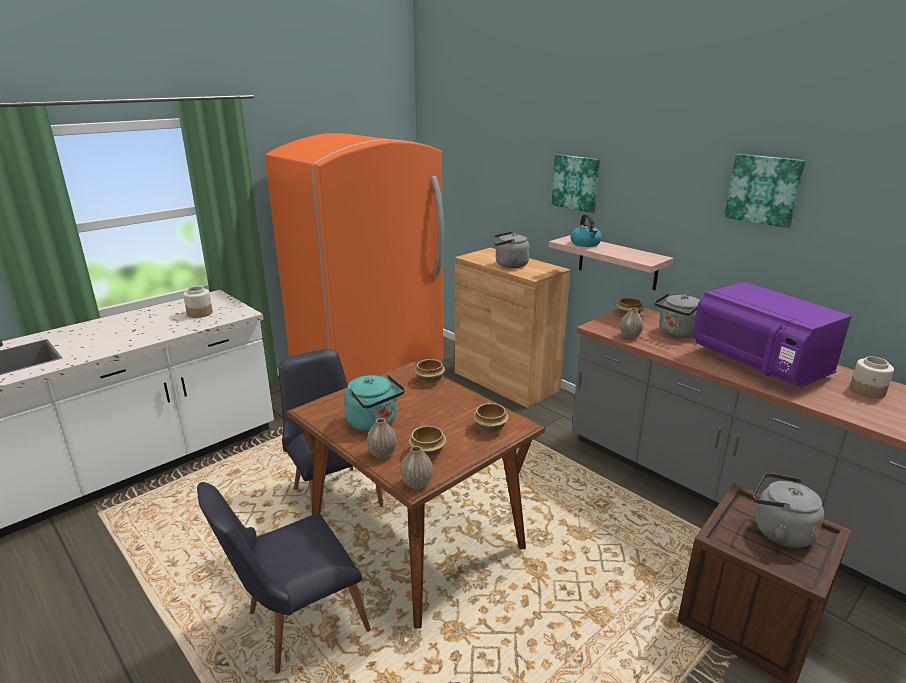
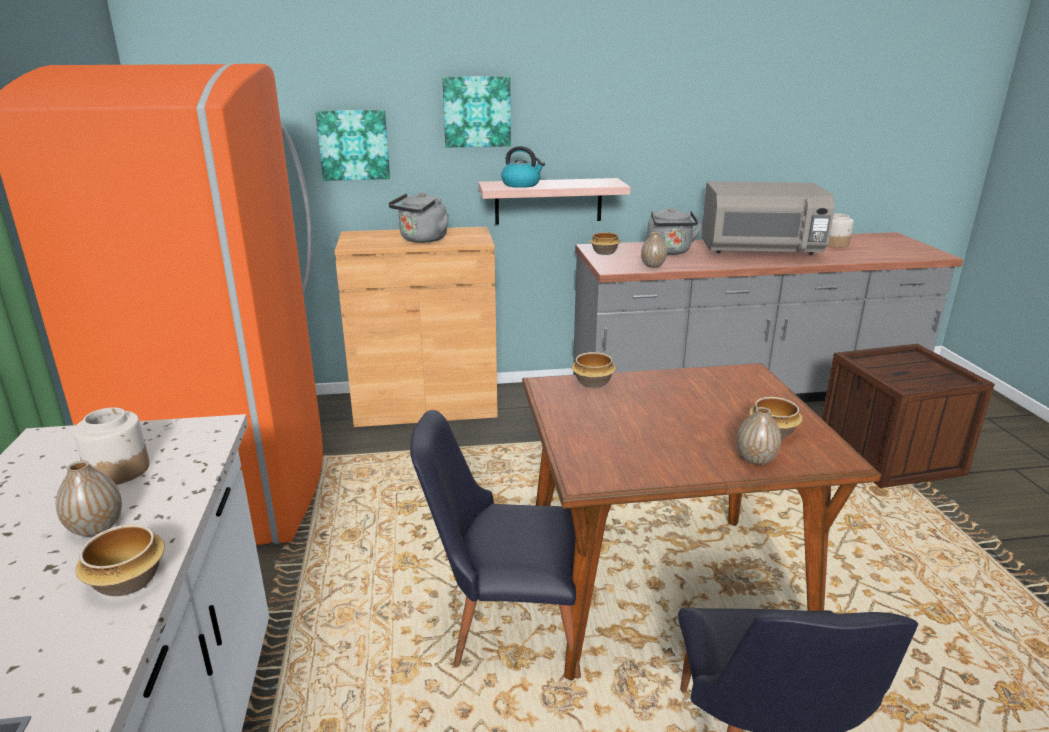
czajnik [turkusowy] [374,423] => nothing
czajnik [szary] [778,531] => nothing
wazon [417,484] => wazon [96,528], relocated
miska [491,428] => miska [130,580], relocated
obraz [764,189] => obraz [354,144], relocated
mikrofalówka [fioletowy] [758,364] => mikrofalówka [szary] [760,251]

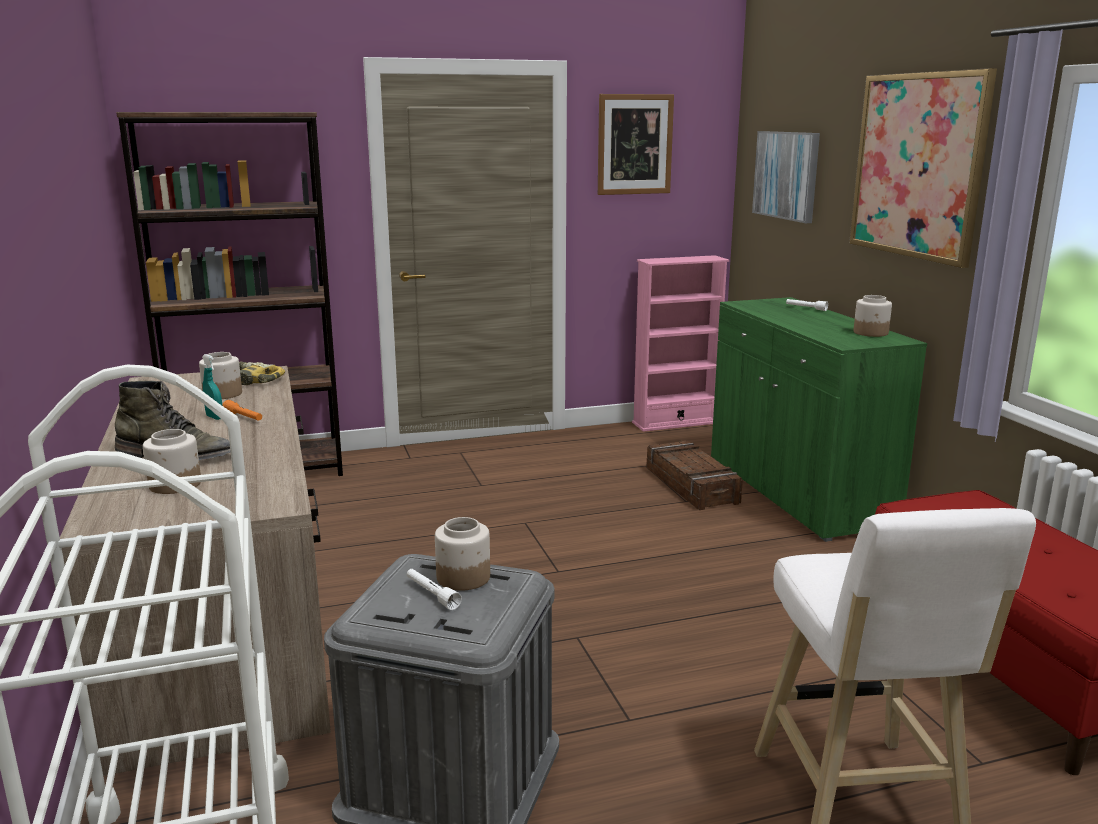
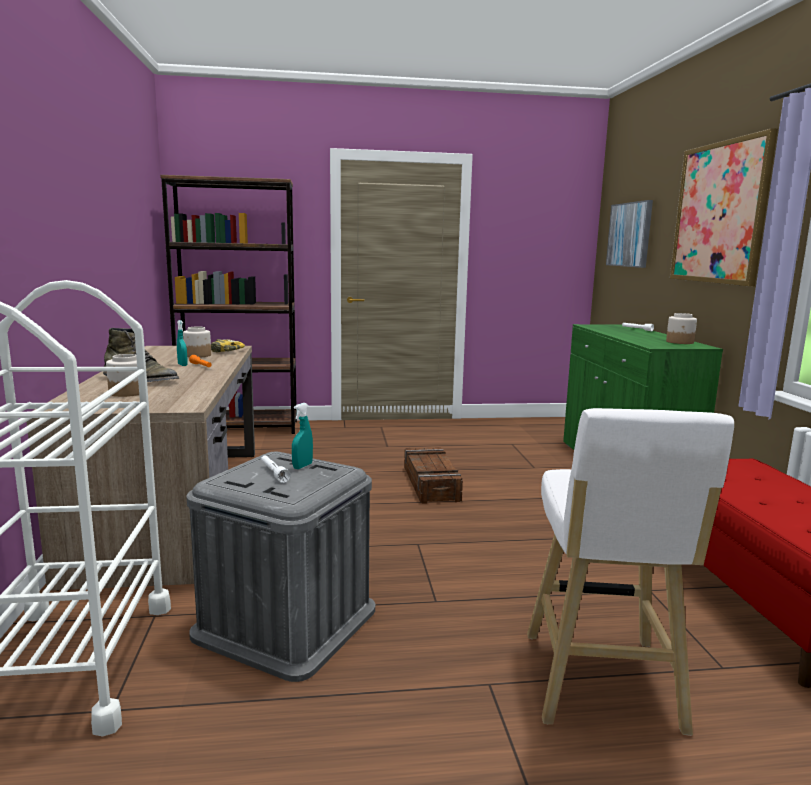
obraz [634,144] => nothing
regał [różowy] [675,423] => nothing
skrzynka [692,485] => skrzynka [431,483], relocated
słoik [462,578] => spryskiwacz [turkusowy] [302,466]

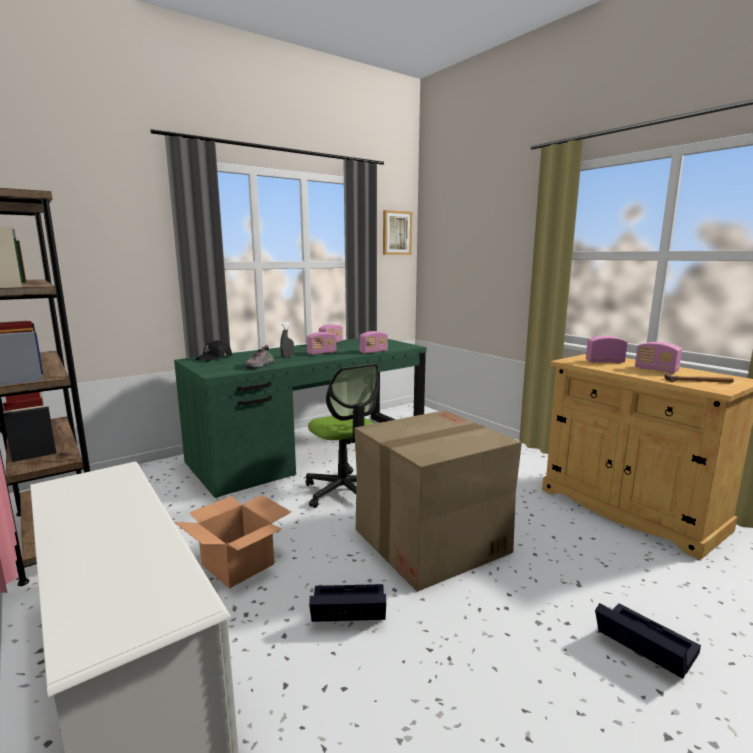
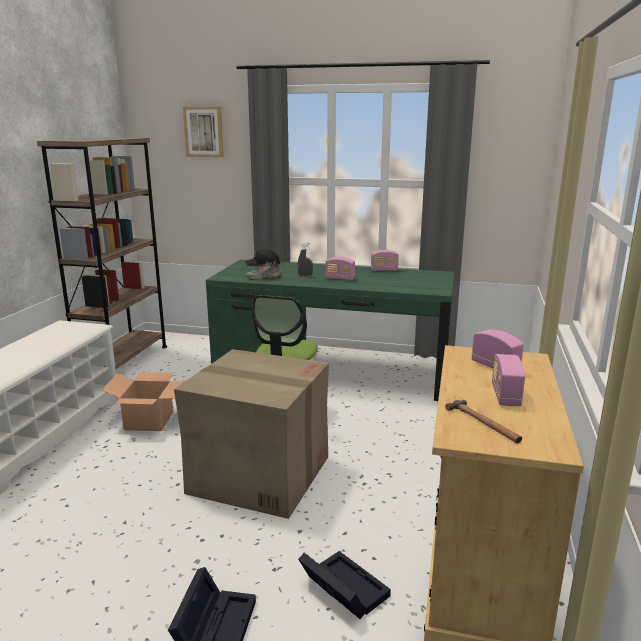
radio [373,352] => nothing
pojemnik do przechowywania [czarny] [346,611] => pojemnik do przechowywania [czarny] [341,589], relocated
obraz [396,233] => obraz [204,132], relocated

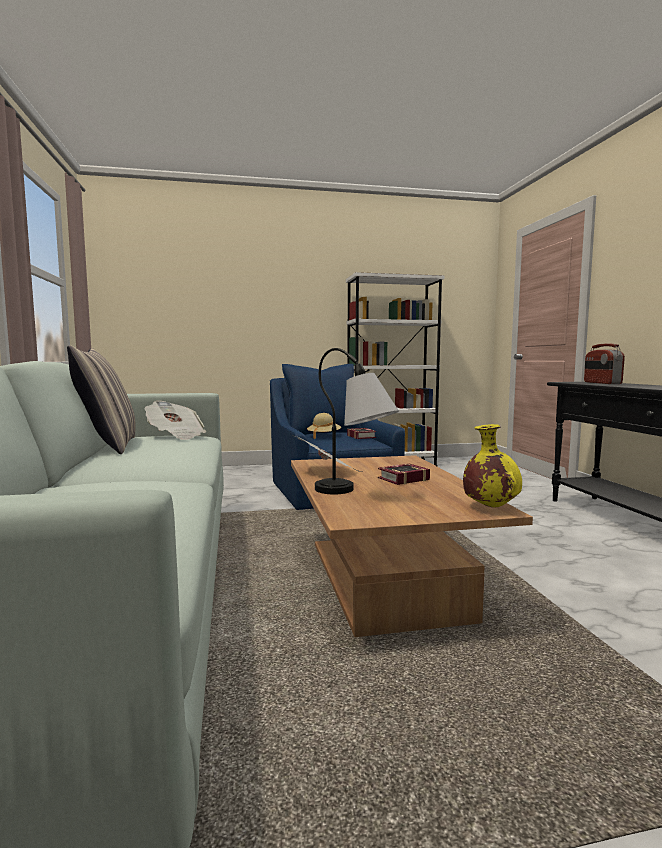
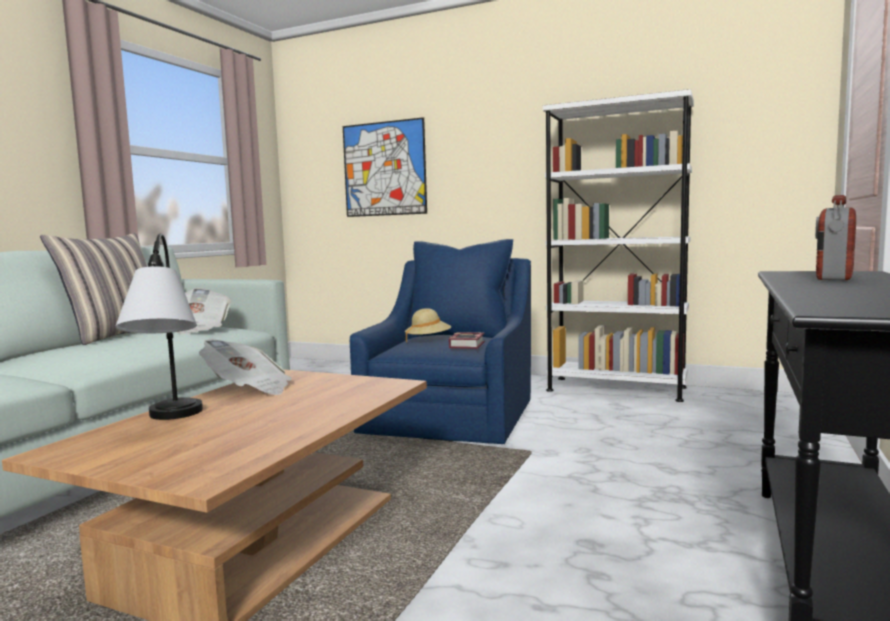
książka [401,479] => nothing
wazon [żółty] [490,507] => nothing
nothing => obraz [384,169]

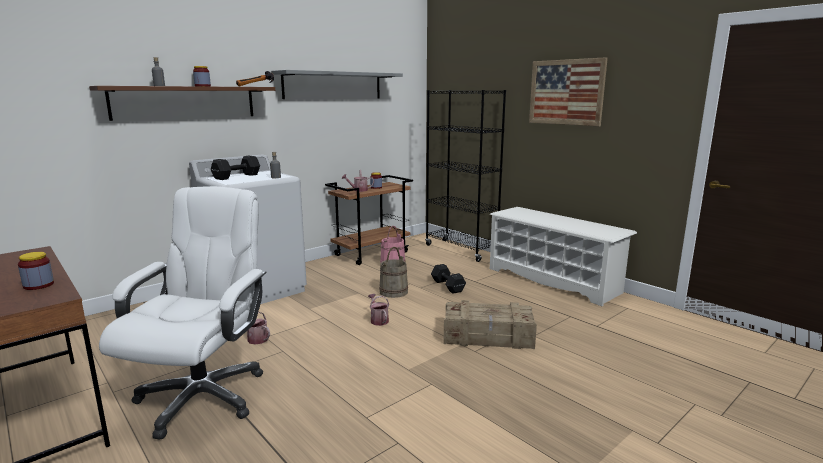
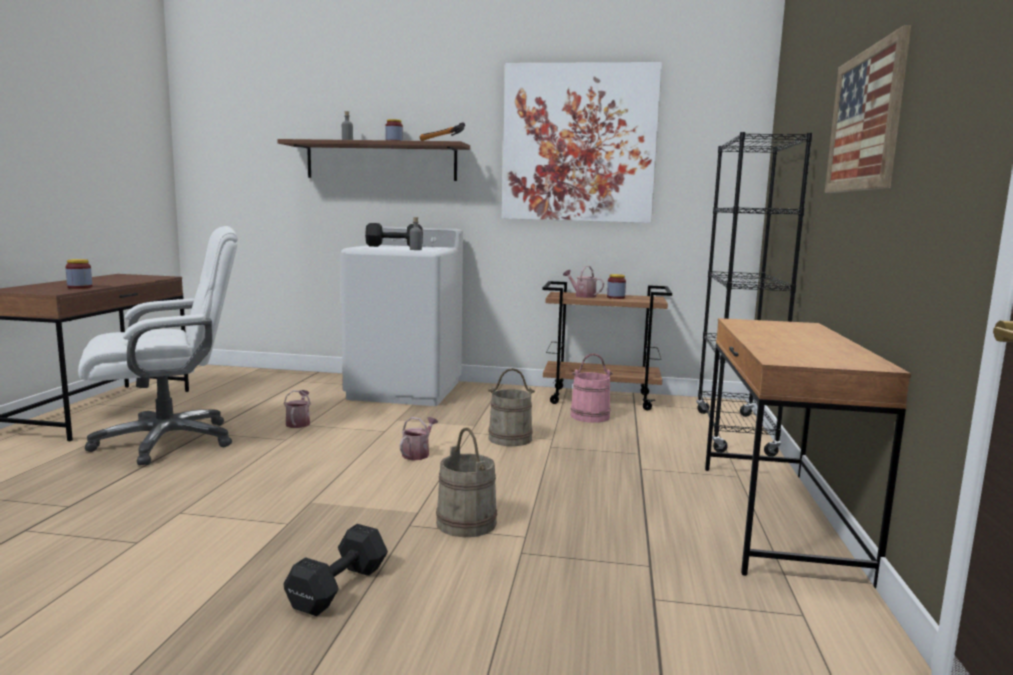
hantel [czarny] [448,286] => hantel [czarny] [336,588], relocated
półka [szary] [333,85] => obraz [579,143]
skrzynka [488,337] => wiadro [beżowy] [467,523]
regał na buty [biały] [553,280] => biurko [brązowy] [776,519]

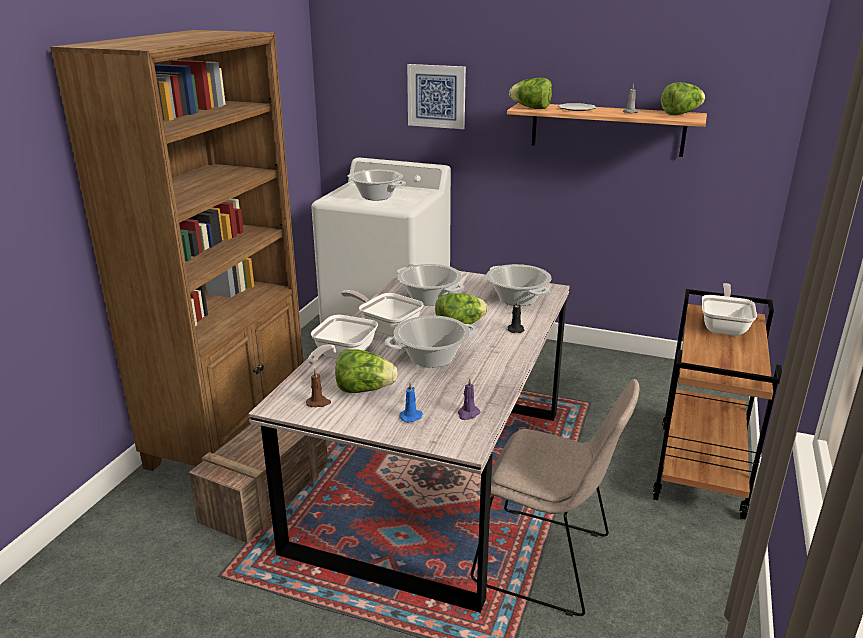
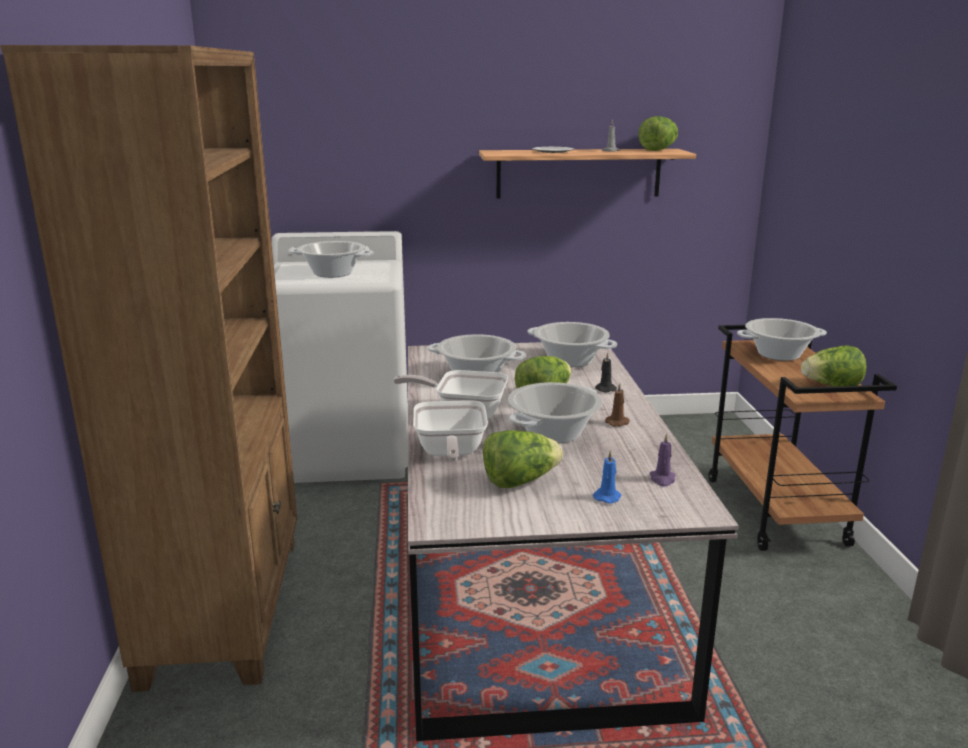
skrzynka [267,492] => nothing
obraz [436,96] => nothing
krzesło [beżowy] [547,561] => nothing
świeca [brązowy] [318,403] => świeca [brązowy] [618,422], relocated
sałata [531,108] => sałata [831,386], relocated
patelnia [724,327] => garnek [778,354]

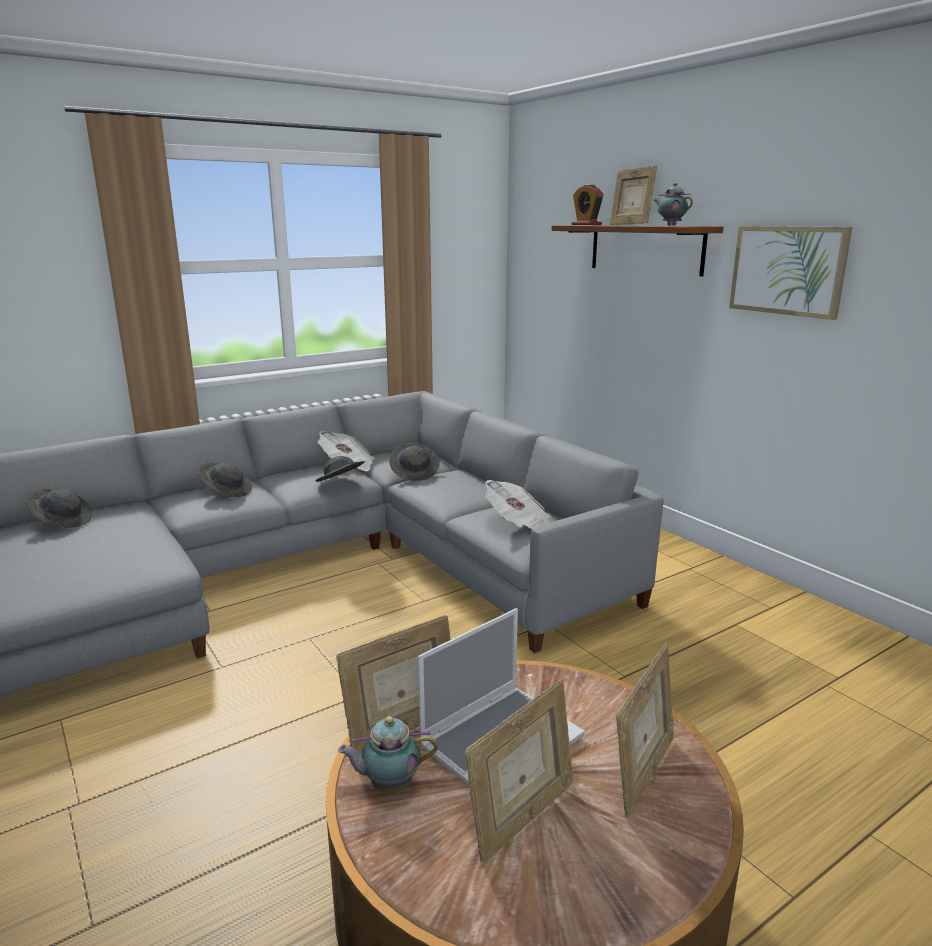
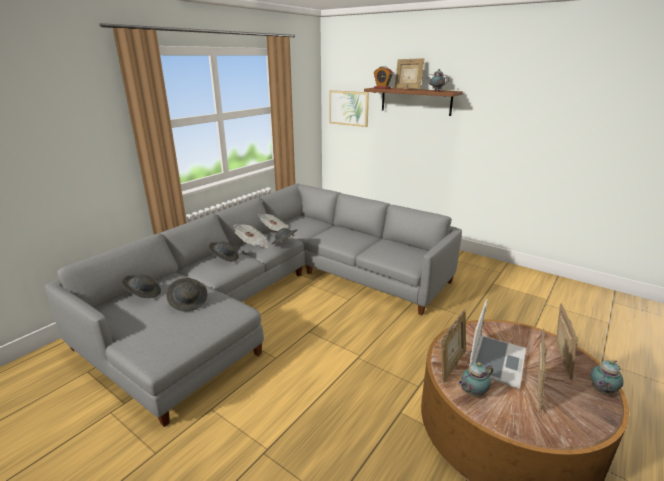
nothing => imbryk [600,391]
kapelusz [szary] [415,473] => kapelusz [szary] [188,302], relocated
gazeta [518,524] => gazeta [252,244], relocated
obraz [787,270] => obraz [349,108], relocated

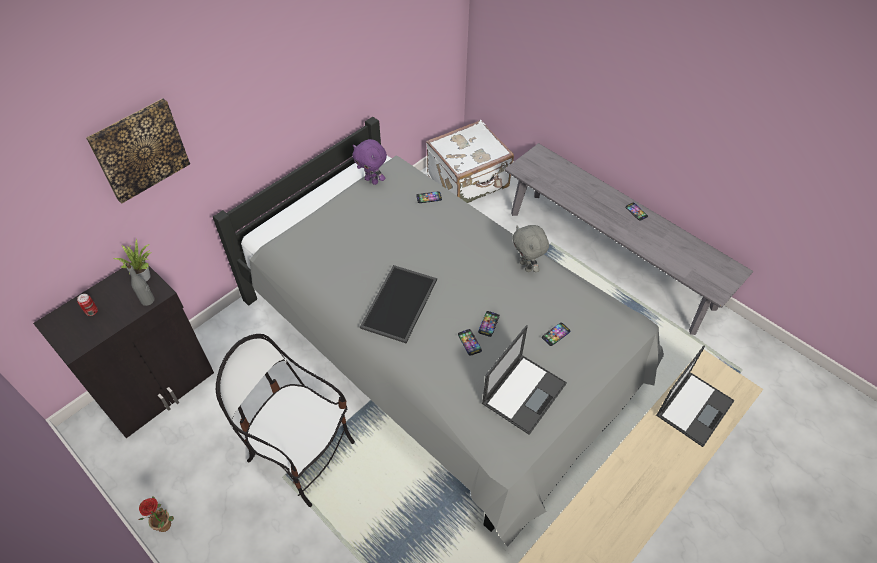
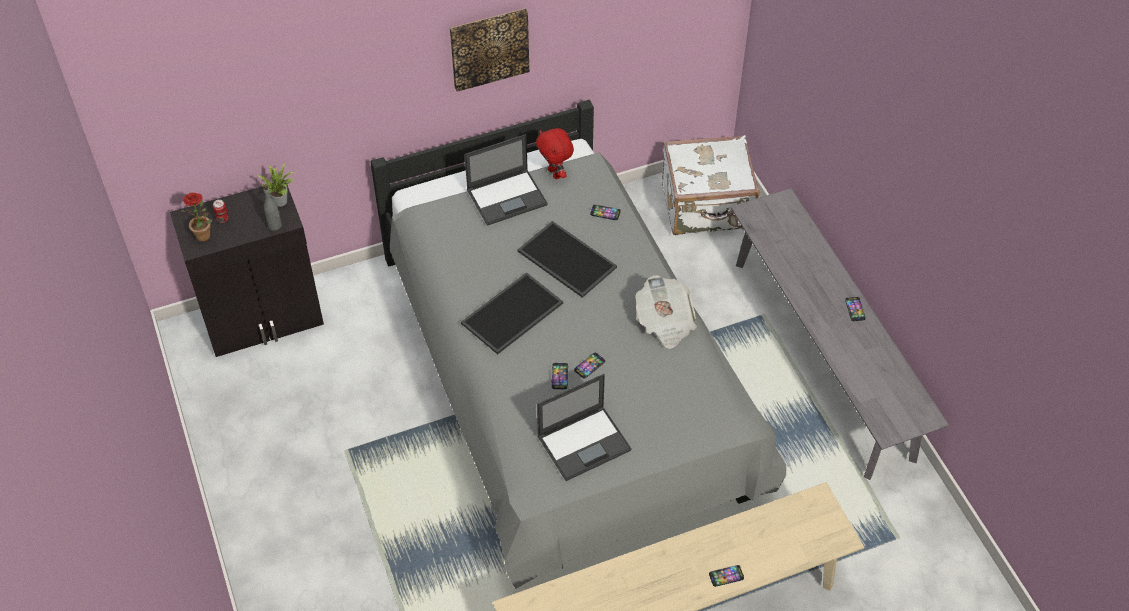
krzesło [301,455] => nothing
nothing => taca [565,259]
obraz [139,150] => obraz [489,48], relocated
roślina doniczkowa [167,525] => roślina doniczkowa [206,237], relocated
telefon [556,334] => telefon [726,576], relocated
laptop [694,407] => laptop [507,197], relocated
pluszak [szary] [526,266] => gazeta [665,322]
pluszak [fioletowy] [372,180] => pluszak [czerwony] [555,173]

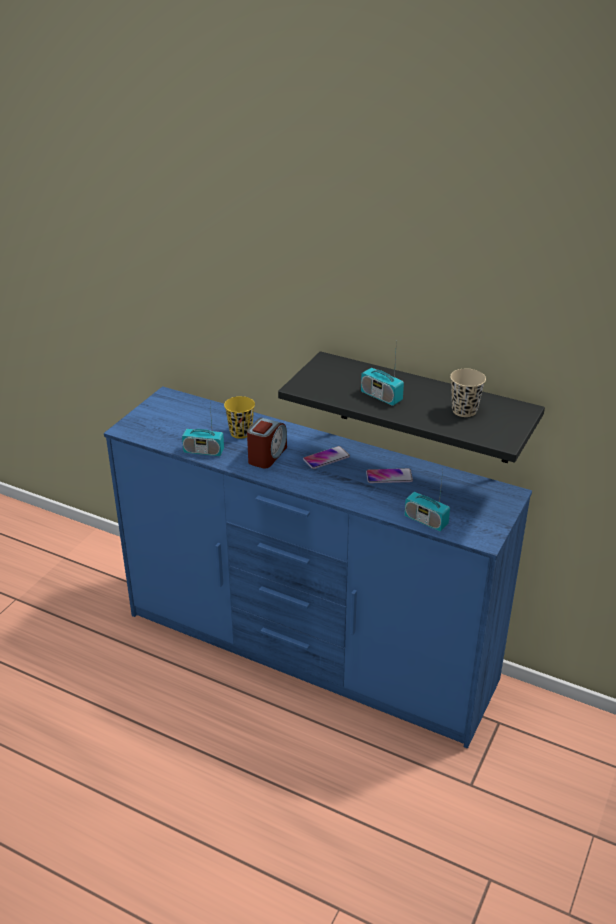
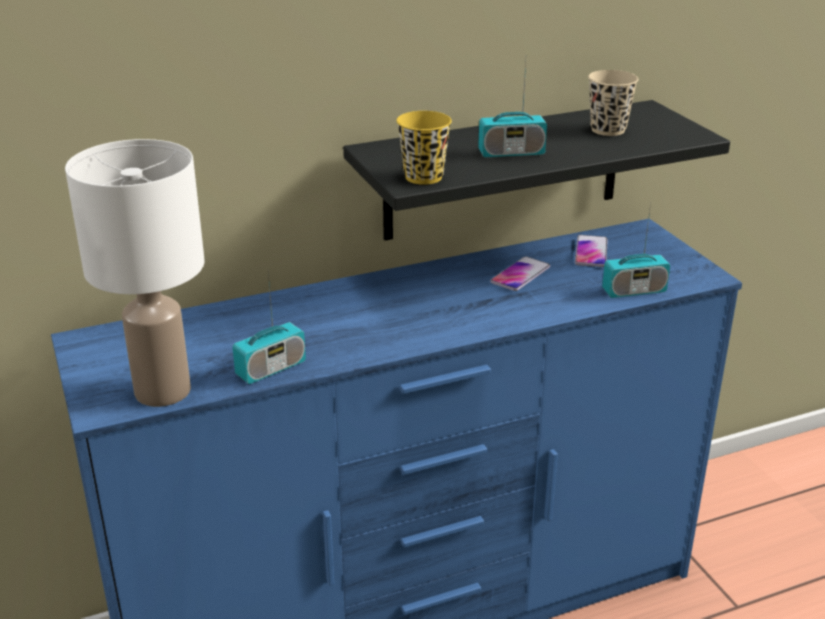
budzik [267,455] => nothing
nothing => lampa stołowa [biały] [162,392]
filiżanka [żółty] [240,432] => filiżanka [żółty] [423,177], relocated
telefon [326,458] => telefon [591,252], relocated

